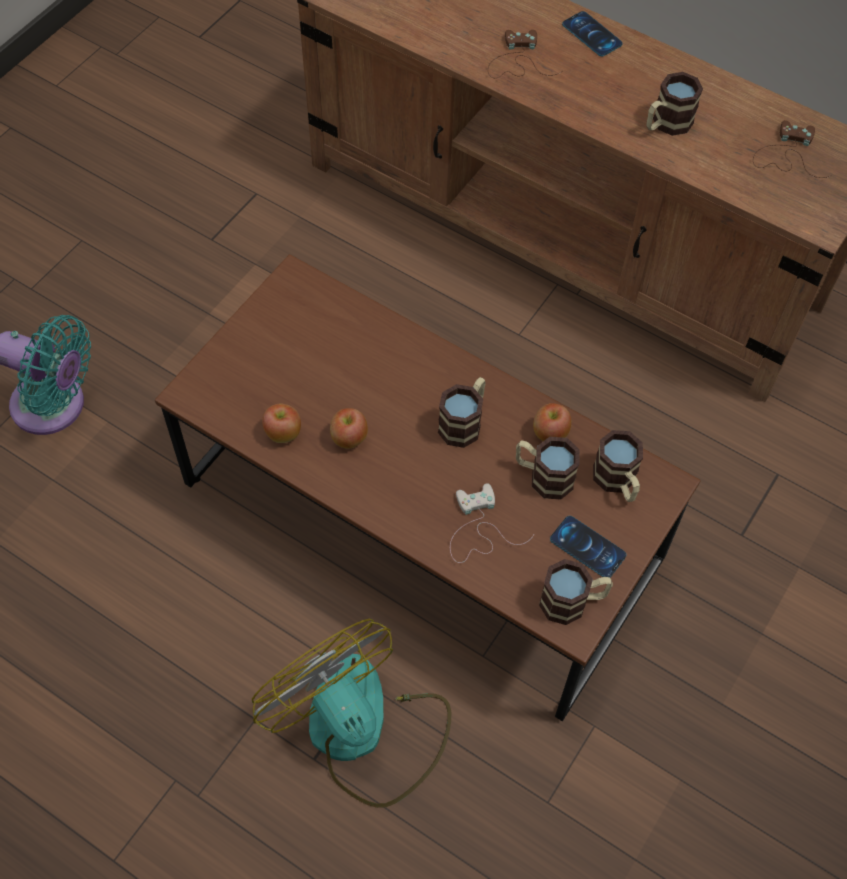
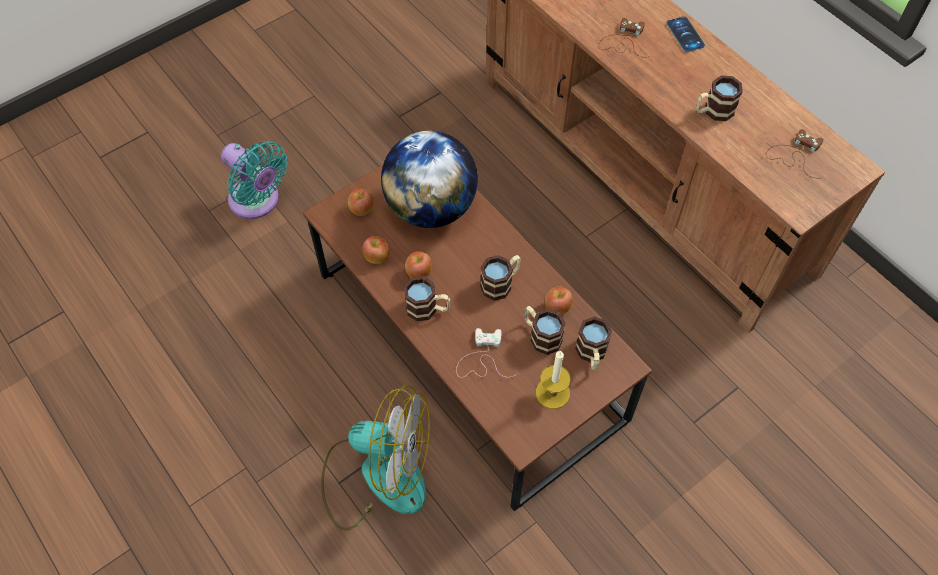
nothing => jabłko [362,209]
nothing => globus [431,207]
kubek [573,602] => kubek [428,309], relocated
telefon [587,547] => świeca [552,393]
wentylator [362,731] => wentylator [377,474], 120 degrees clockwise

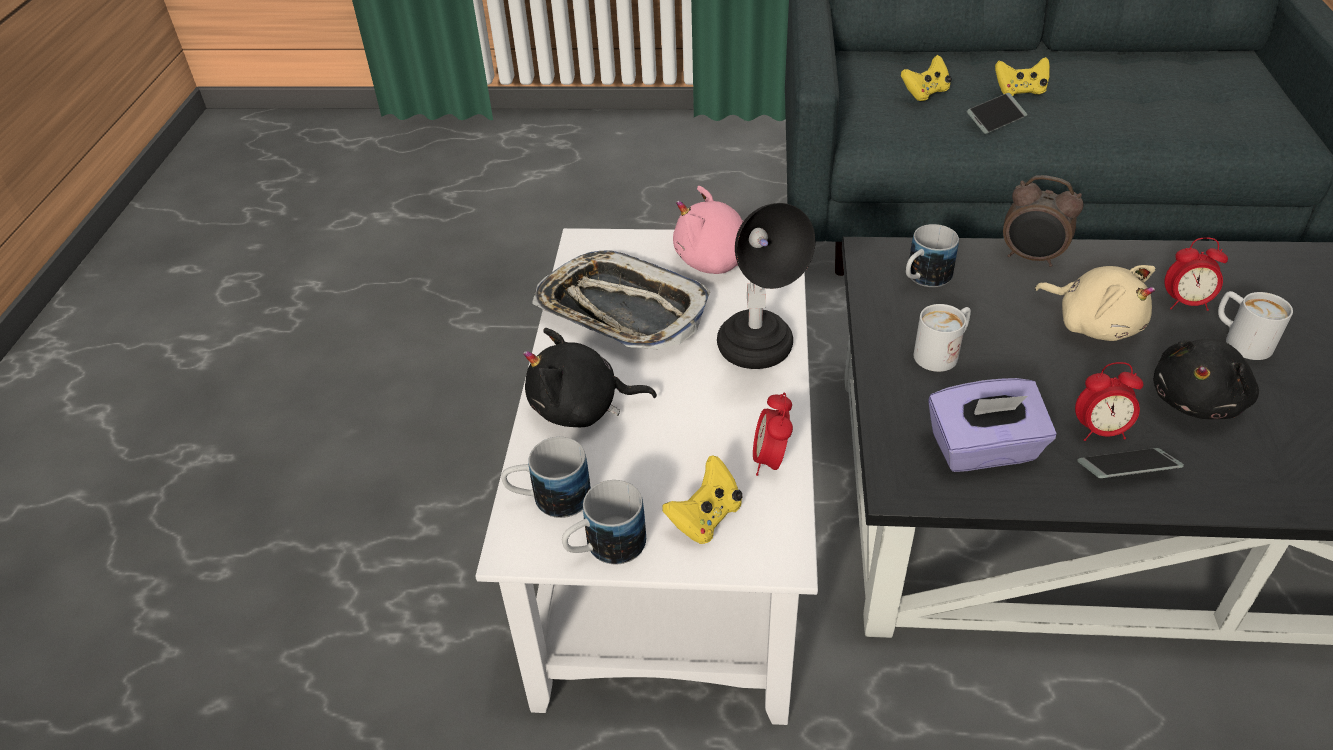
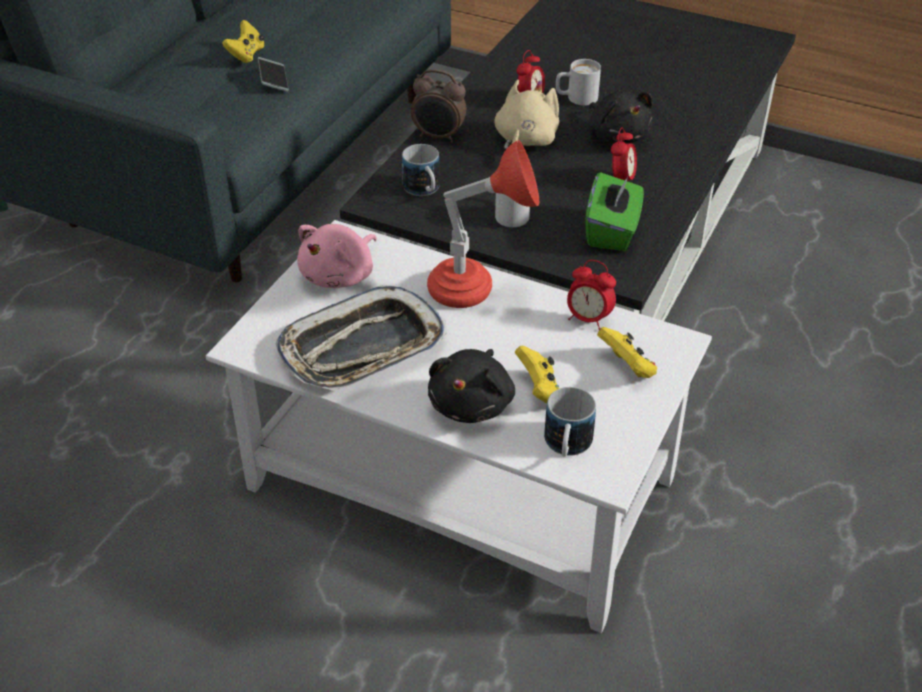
kubek [605,548] => nothing
telefon [1126,470] => nothing
pad do gier [żółty] [925,93] => pad do gier [żółty] [540,391], relocated
lampa stołowa [czarny] [759,361] => lampa stołowa [czerwony] [479,292]
pudełko chusteczek [fioletowy] [983,450] => pudełko chusteczek [zielony] [612,231]
budzik [1031,258] => budzik [438,137], 60 degrees clockwise
pluszak [beżowy] [1094,323] => pluszak [beżowy] [524,141], 45 degrees counterclockwise

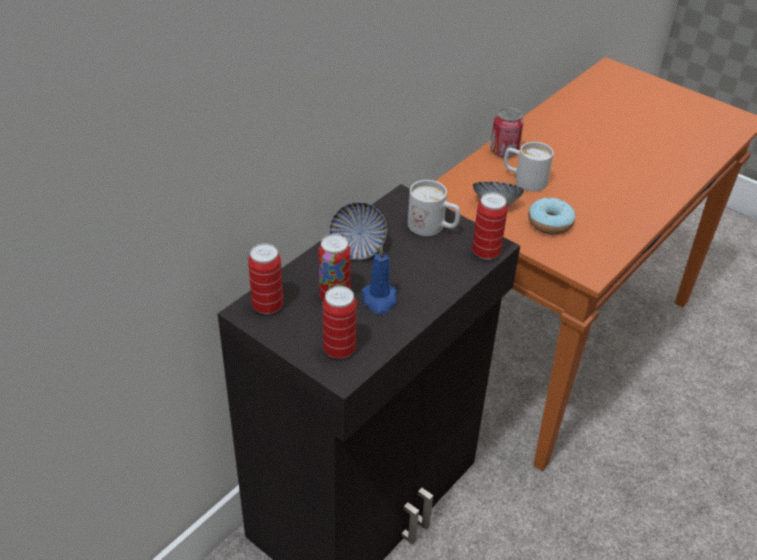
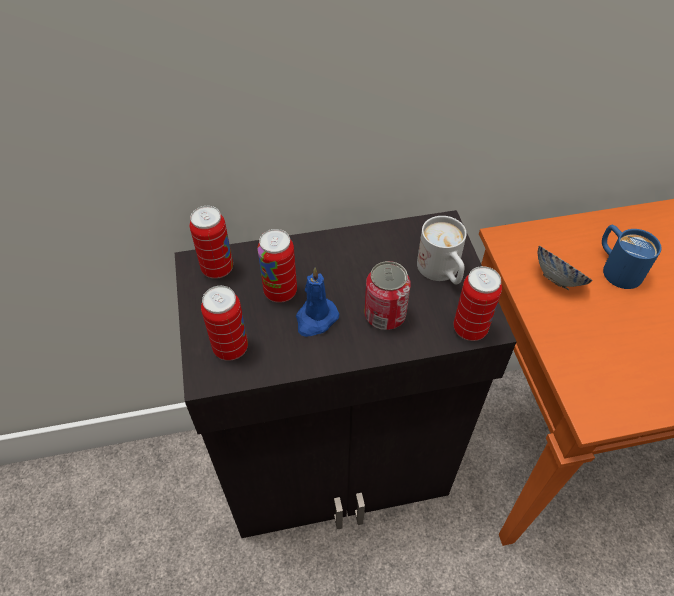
miska [357,247] => nothing
donut [550,223] => nothing
puszka [504,151] => puszka [385,315], relocated
kubek [biały] [524,180] => kubek [niebieski] [616,268]

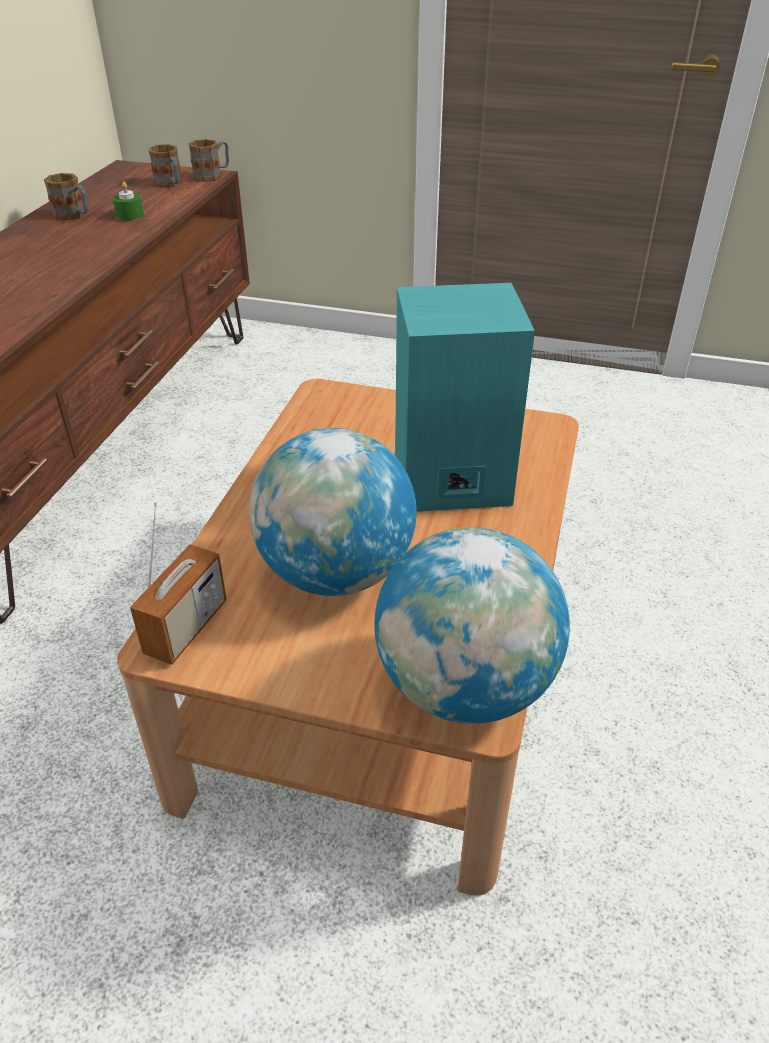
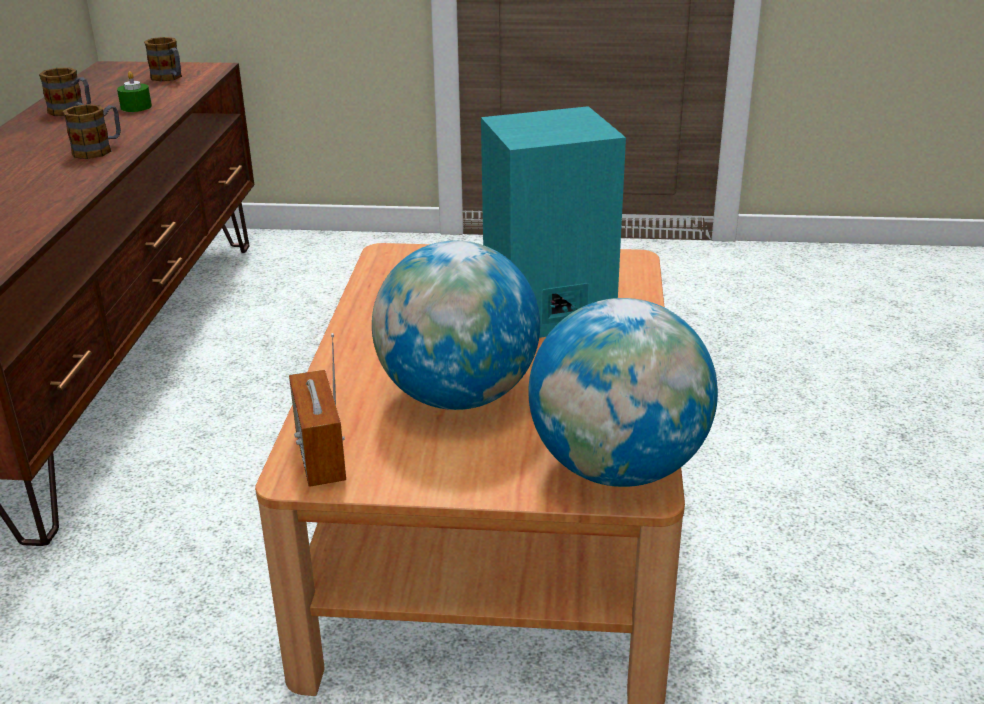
kubek [212,175] => kubek [99,149], relocated
radio [186,628] => radio [320,457], 150 degrees clockwise

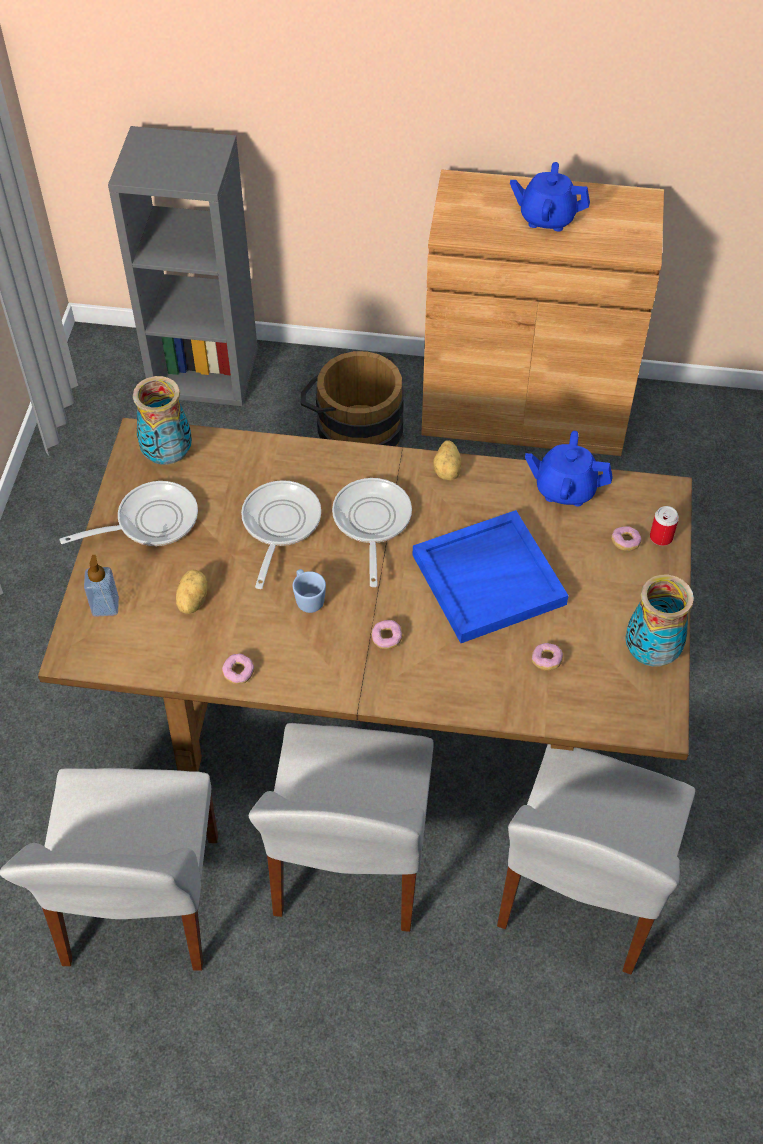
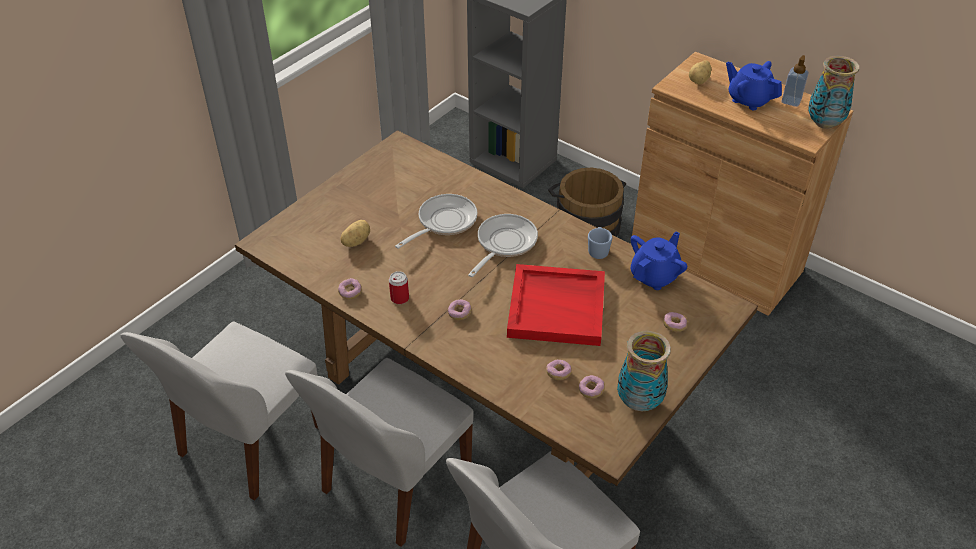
patelnia [150,521] => nothing
nothing => donut [591,390]
dozownik mydła [105,606] => dozownik mydła [791,101], relocated
wazon [168,456] => wazon [824,124], relocated
kubek [niebieski] [308,599] => kubek [niebieski] [598,250], relocated
ziemniak [448,470] => ziemniak [699,81], relocated
puszka [661,537] => puszka [399,298], relocated
taca [niebieski] [489,578] => taca [czerwony] [557,307]
imbryk [niebieski] [565,489] => imbryk [niebieski] [654,276], 90 degrees clockwise

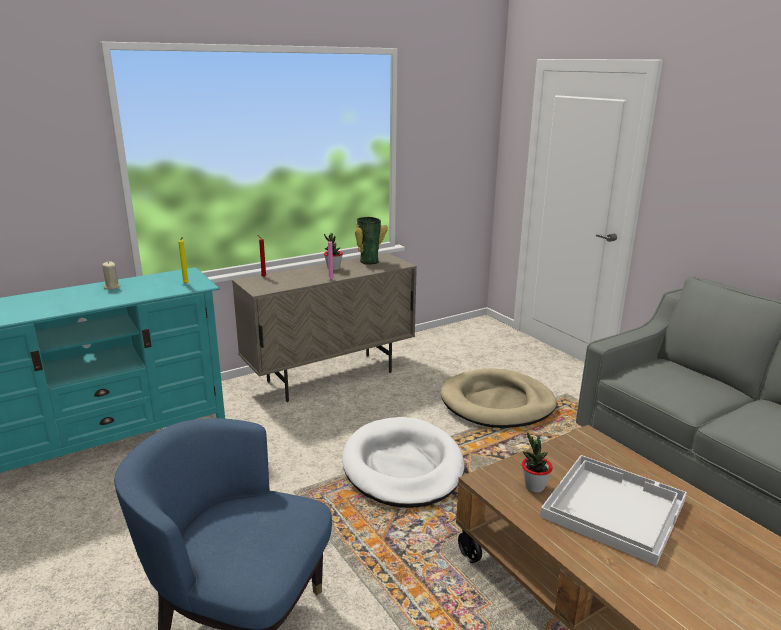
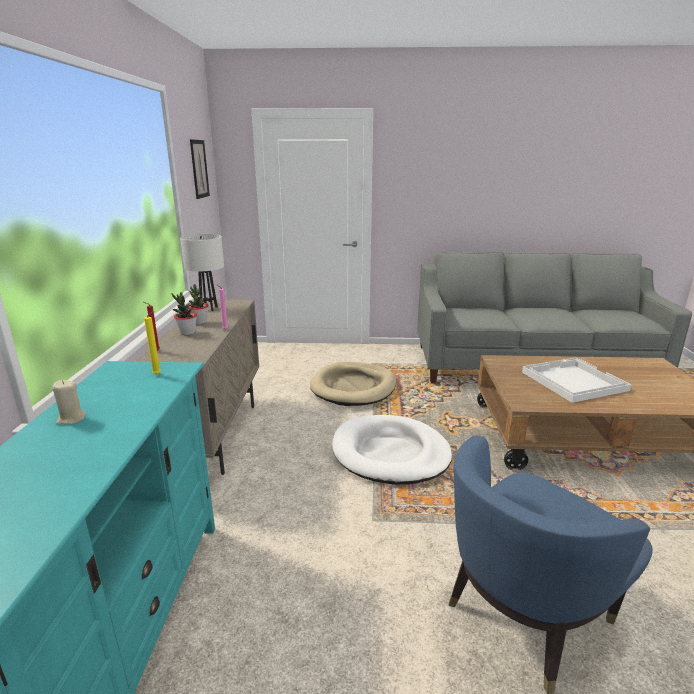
nothing => obraz [199,169]
roślina doniczkowa [534,487] => roślina doniczkowa [187,333], relocated
wazon [368,261] => lampa stołowa [biały] [209,308]

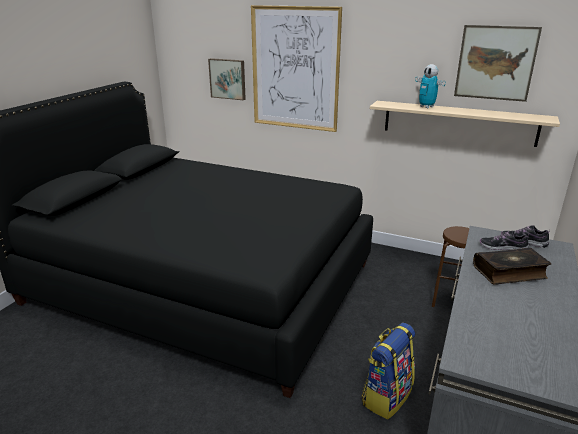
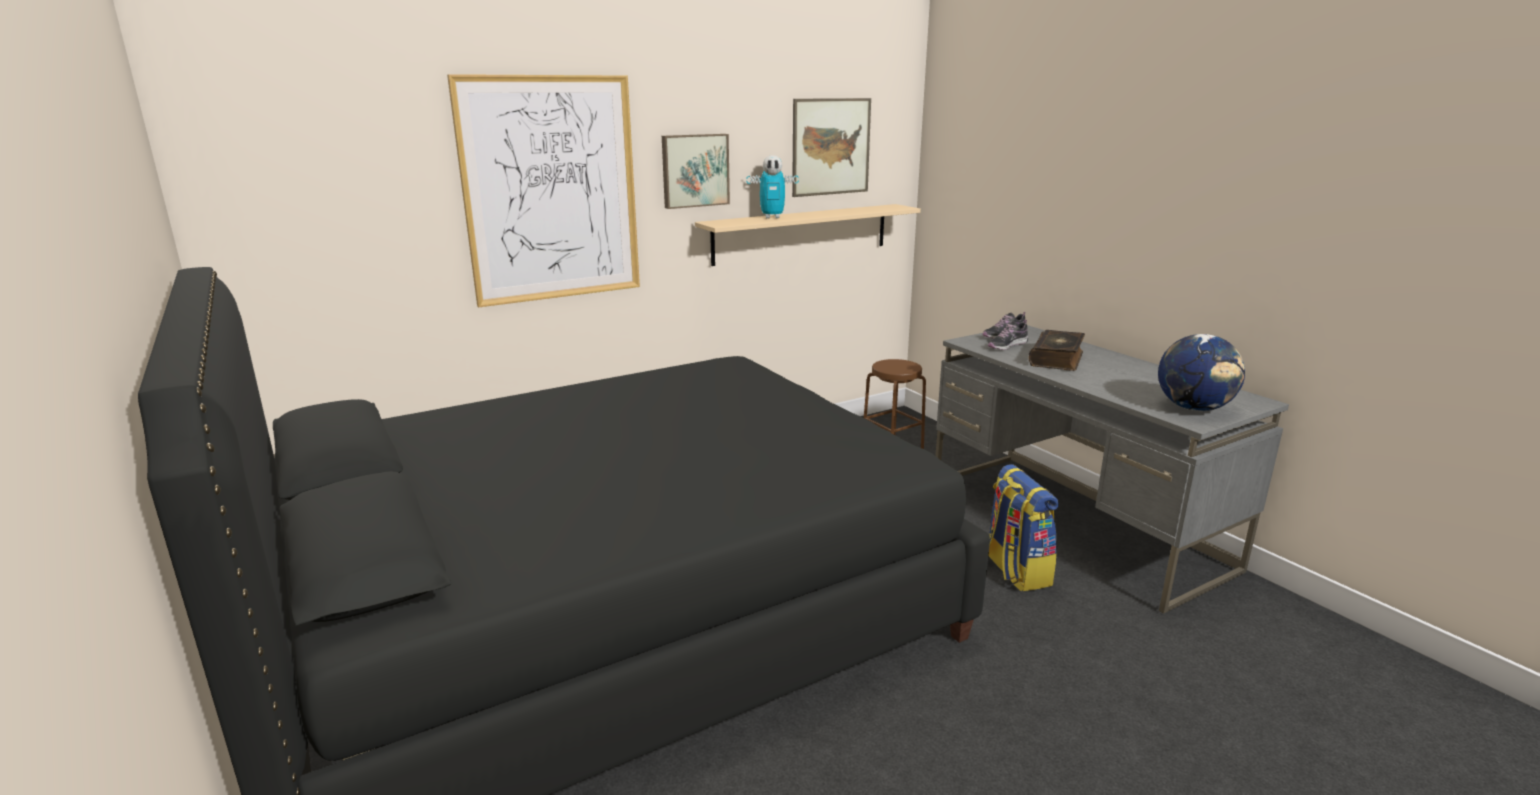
nothing => globus [1194,408]
obraz [228,79] => obraz [694,170], relocated

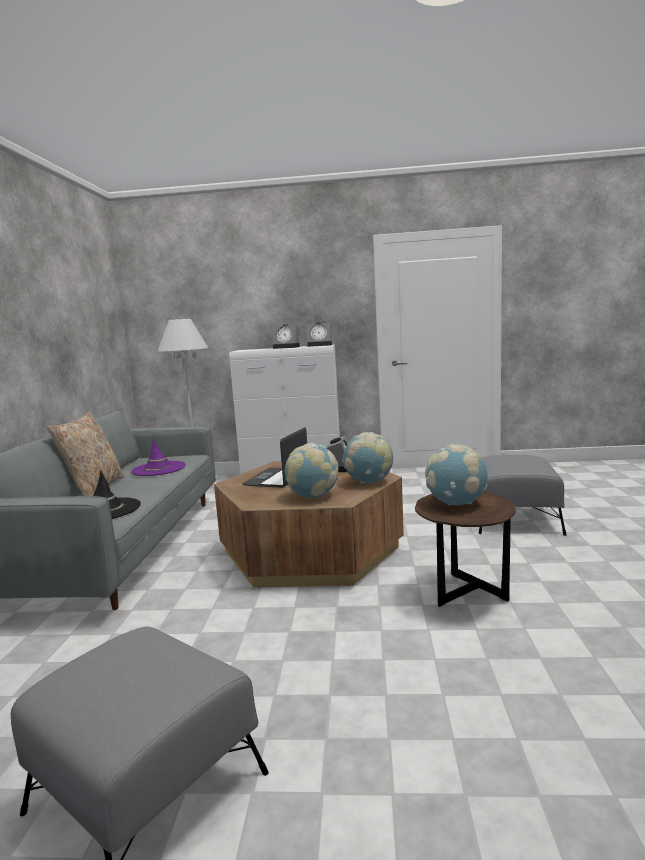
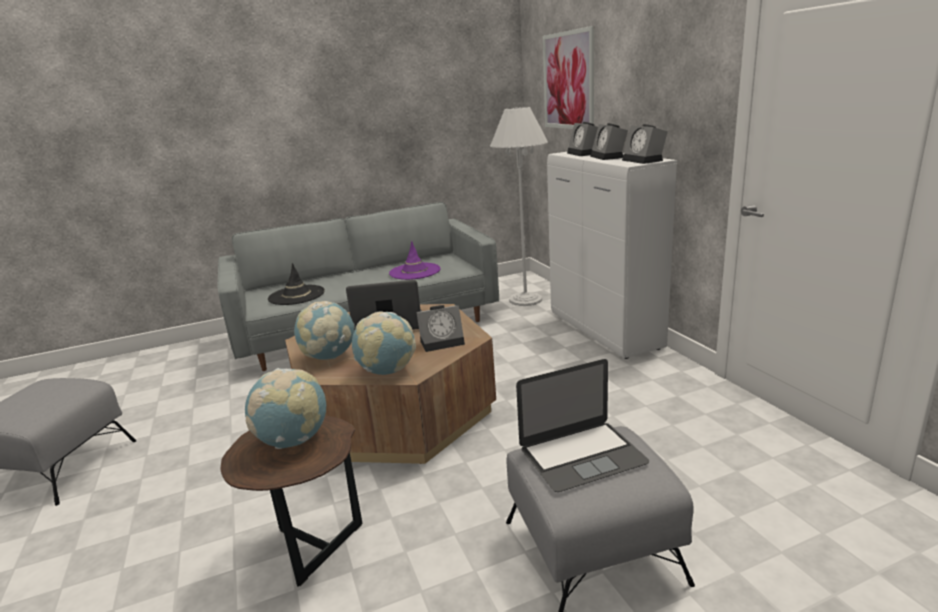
poduszka [beżowy] [94,489] => nothing
nothing => laptop [582,455]
nothing => obraz [568,81]
nothing => budzik [585,153]

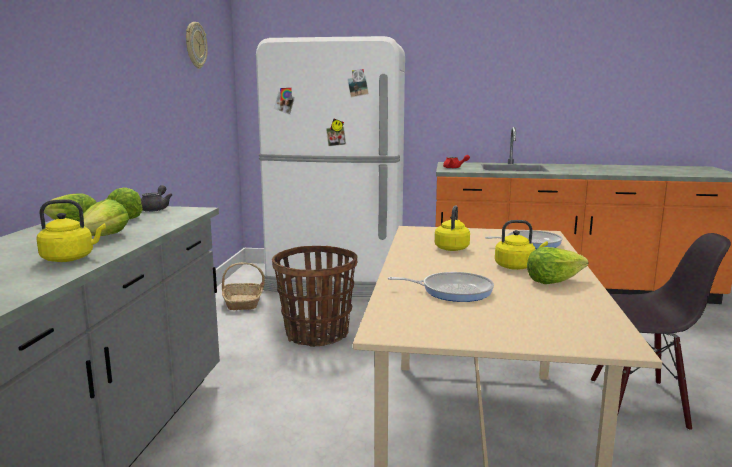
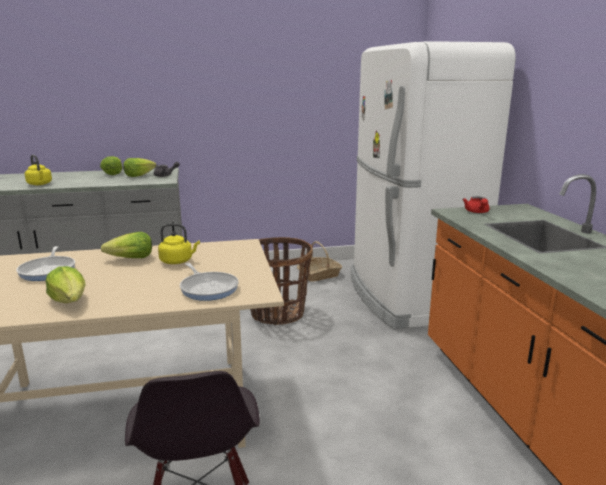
zegar ścienny [195,45] => nothing
czajnik [żółty] [516,267] => nothing
sałata [105,237] => sałata [131,259], relocated

